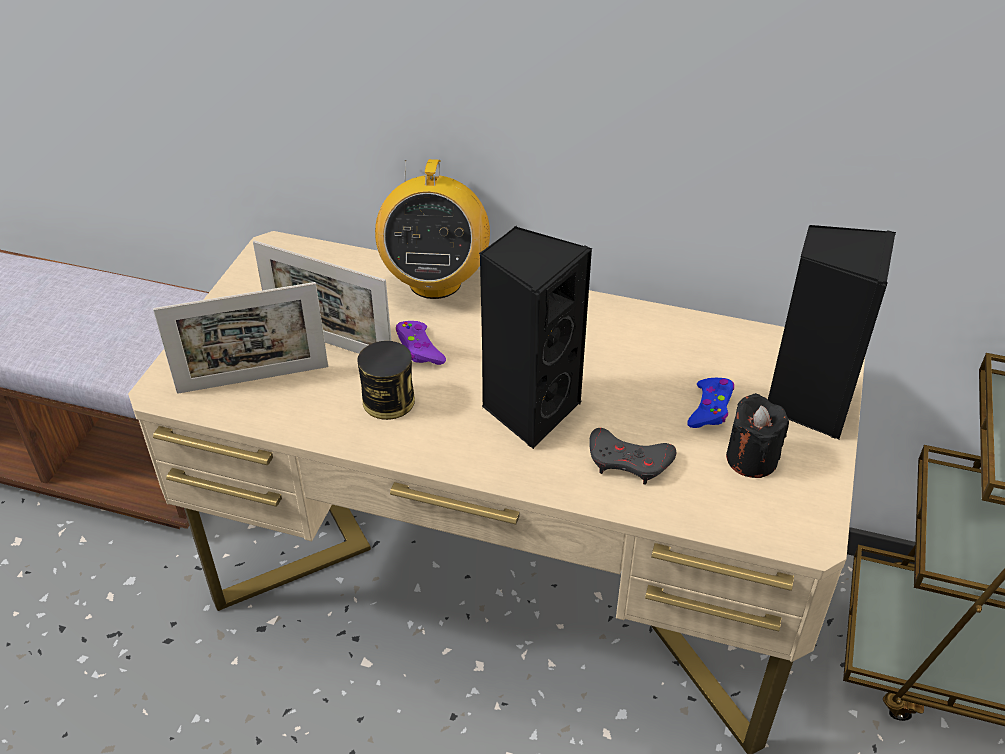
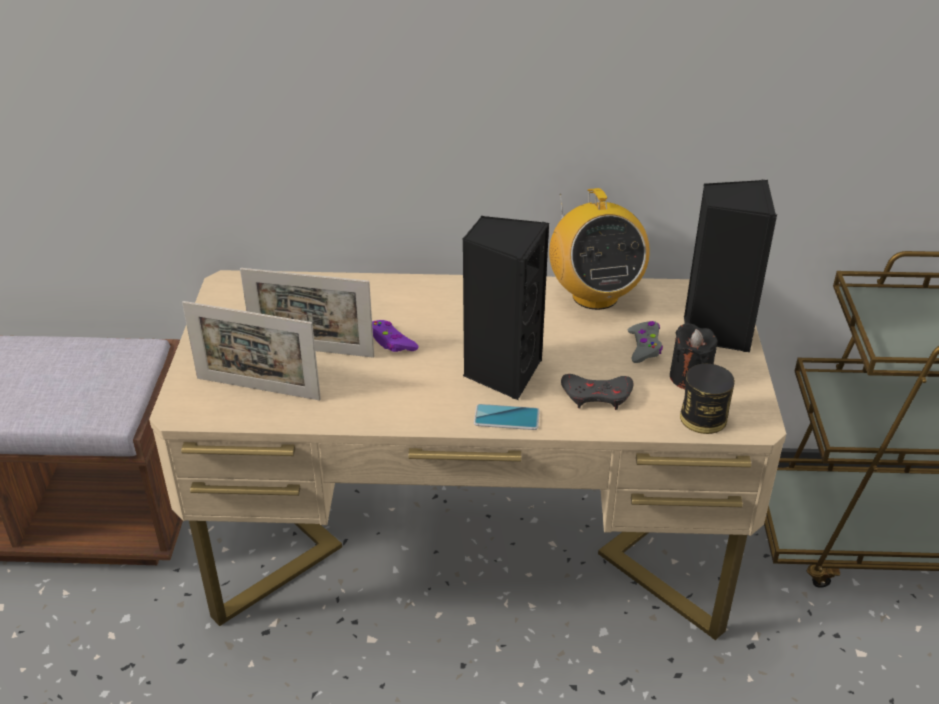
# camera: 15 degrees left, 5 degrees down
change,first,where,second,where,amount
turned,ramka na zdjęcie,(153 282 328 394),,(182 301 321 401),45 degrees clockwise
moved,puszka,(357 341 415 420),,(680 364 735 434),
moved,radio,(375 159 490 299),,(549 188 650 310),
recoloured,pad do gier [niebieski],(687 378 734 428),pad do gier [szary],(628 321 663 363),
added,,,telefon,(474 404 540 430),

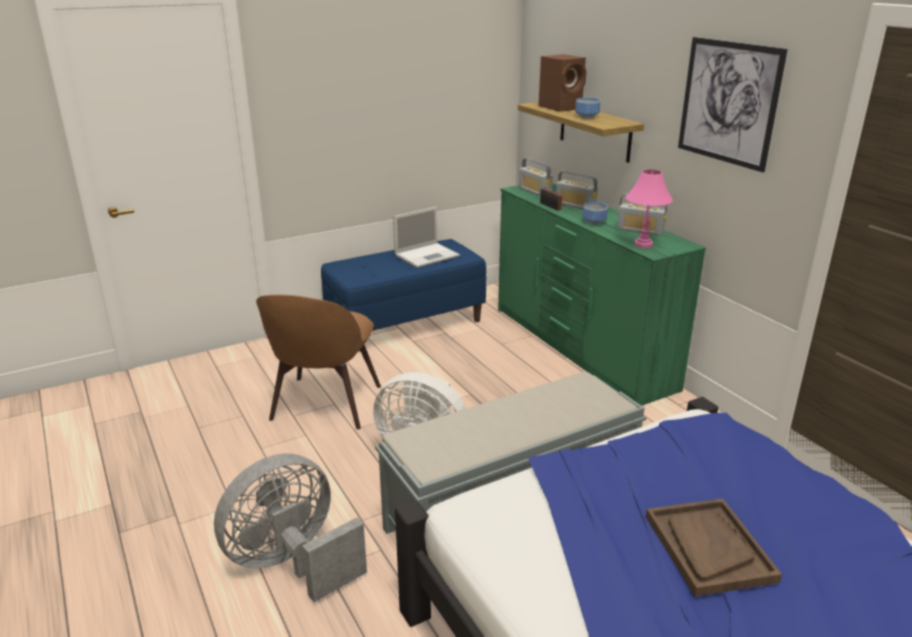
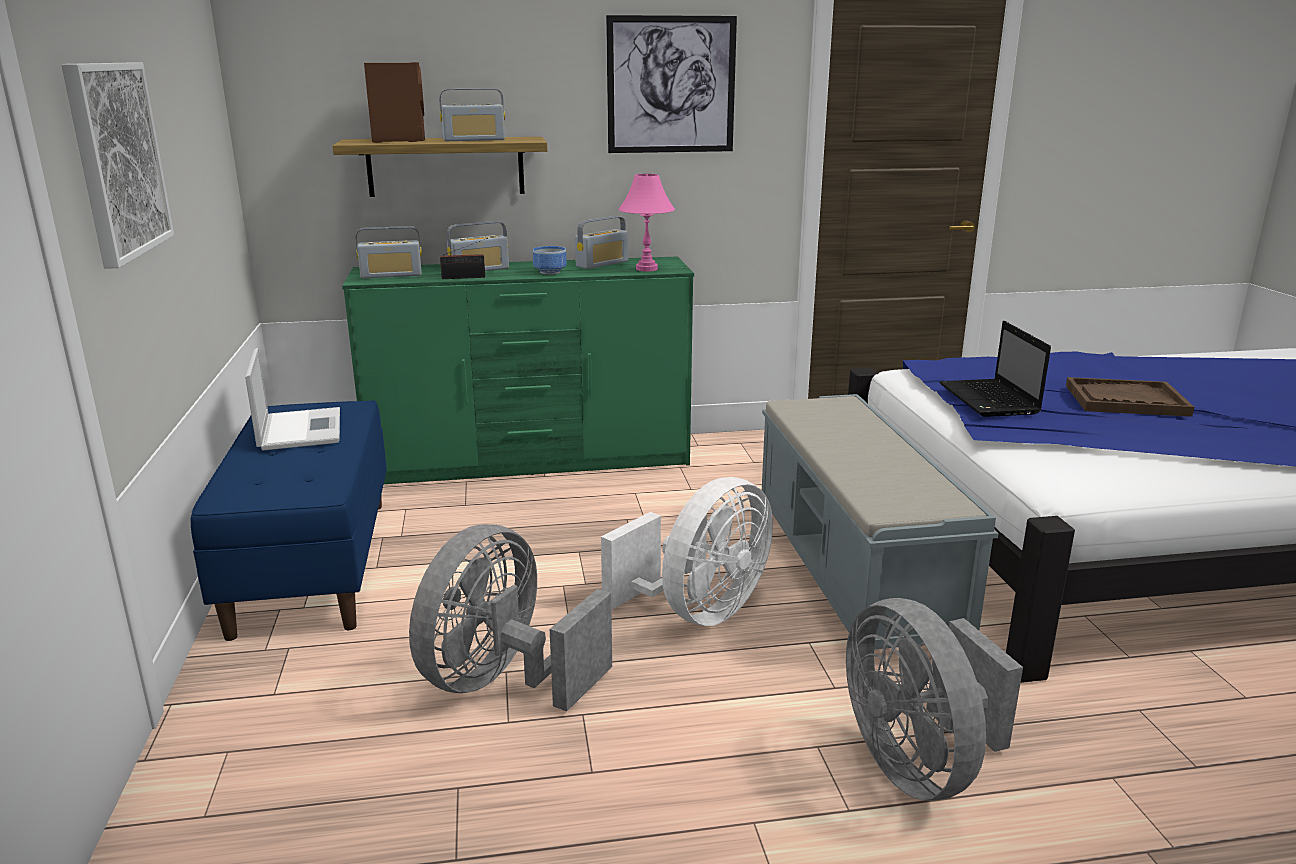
# camera: 70 degrees left, 5 degrees down
change,first,where,second,where,amount
replaced,krzesło [brązowy],(256 295 381 429),wentylator [szary],(409 524 612 711),
replaced,miska,(575 98 600 119),radio,(439 89 505 141),
added,,,obraz,(62 63 174 269),
added,,,laptop,(939 321 1051 417),

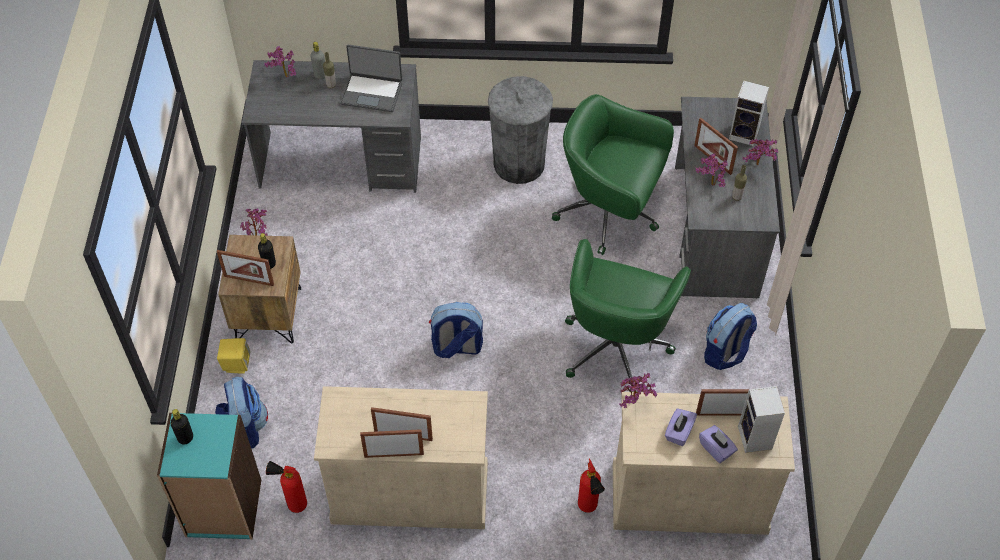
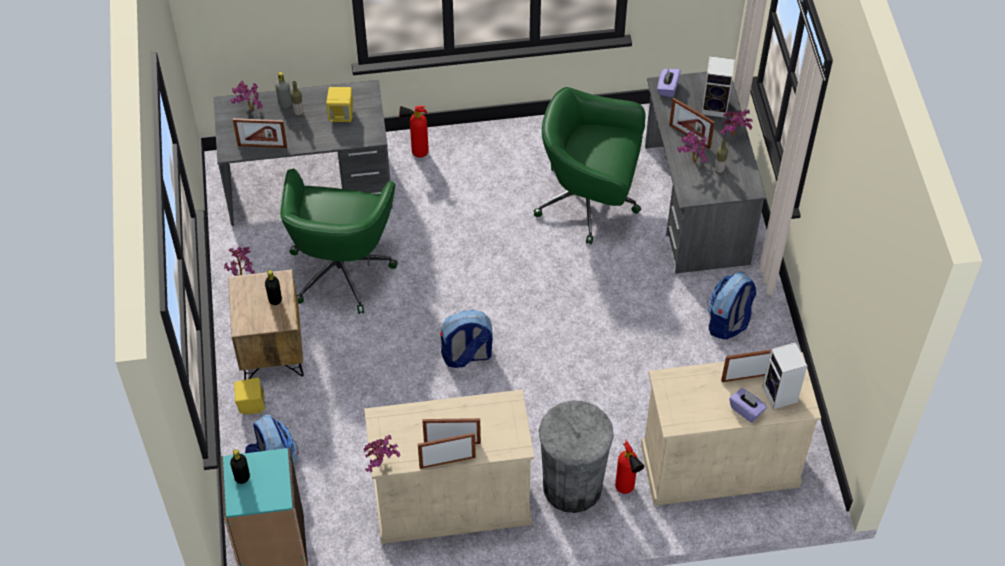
# camera: 10 degrees left, 0 degrees up
change,first,where,second,where,amount
moved,ramka na zdjęcie,(217 250 274 286),,(233 118 287 148),
moved,gaśnica,(266 461 307 513),,(399 106 429 158),
replaced,laptop,(340 45 402 112),głośnik [żółty],(326 87 353 122),
moved,kosz na śmieci [szary],(488 76 553 184),,(539 400 614 513),
moved,krzesło biurowe [zielony],(565 239 691 392),,(280 169 398 314),
moved,roślina doniczkowa,(619 372 657 408),,(364 434 400 472),
moved,pudełko chusteczek [fioletowy],(665 408 697 446),,(657 68 681 97),

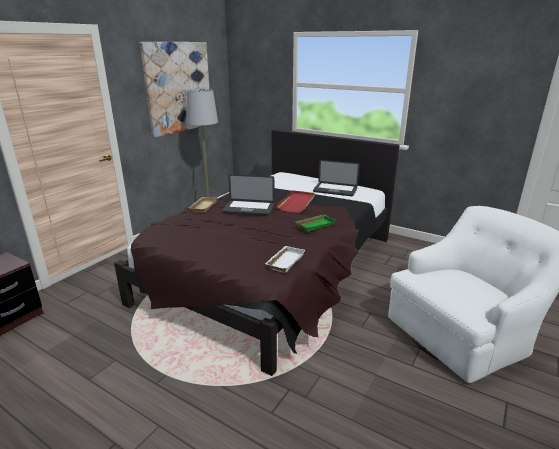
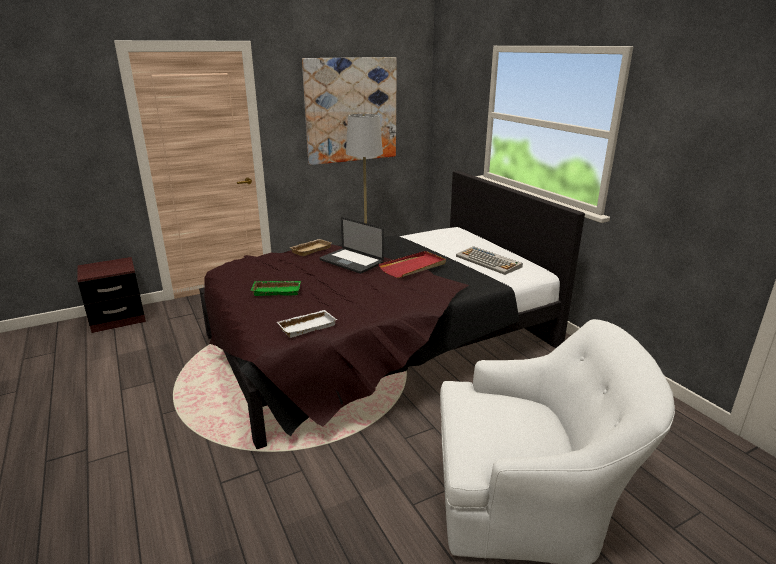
# camera: 30 degrees right, 0 degrees up
change,first,where,second,where,amount
moved,taca [zielony],(296 214 335 232),,(251 281 301 296),
replaced,laptop,(313 160 360 196),klawiatura,(456 246 523 275),

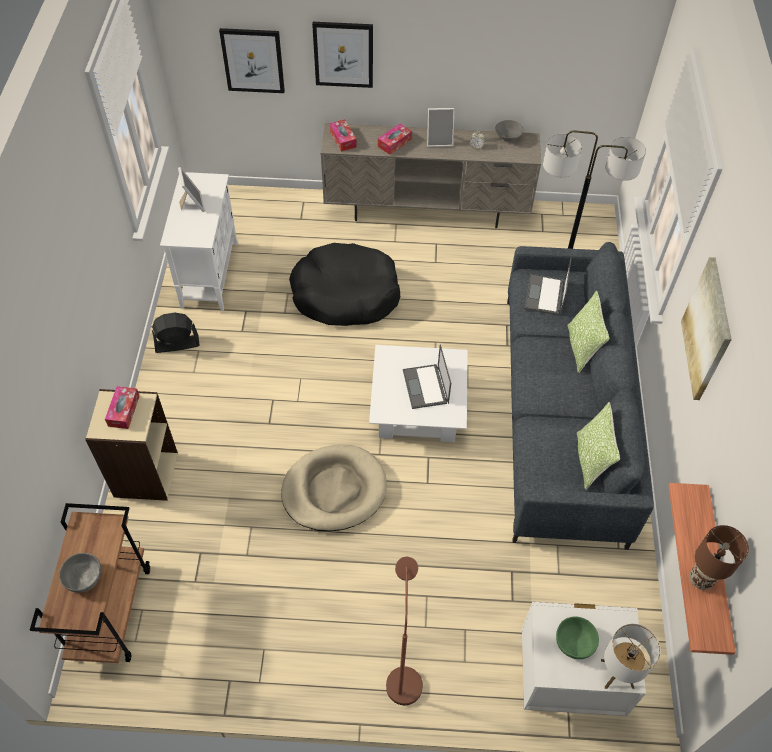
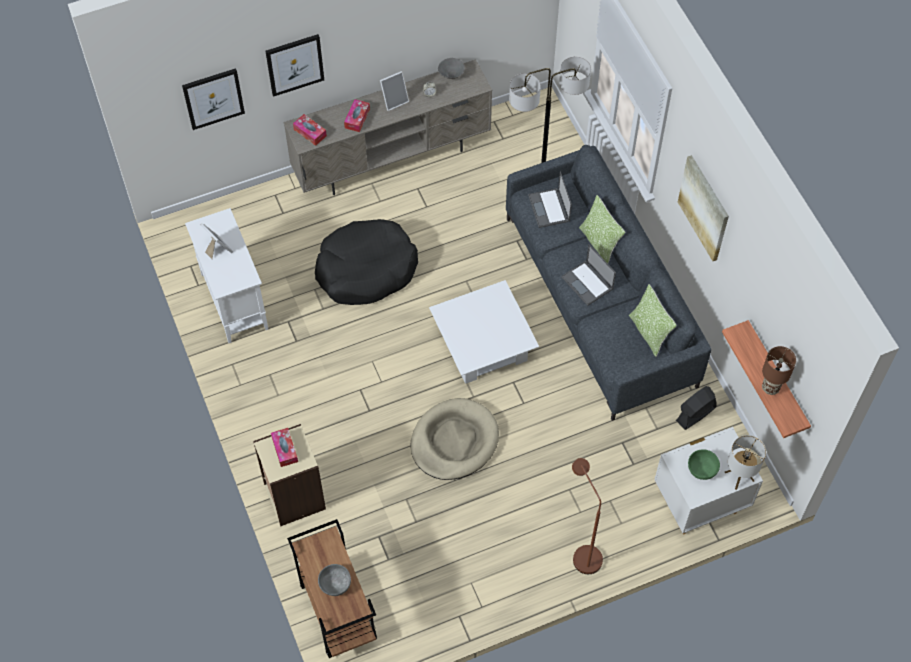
# camera: 25 degrees left, 5 degrees up
change,first,where,second,where,amount
moved,wentylator [czarny],(152 313 200 353),,(676 386 717 430),
moved,laptop,(403 344 451 409),,(561 244 616 306),

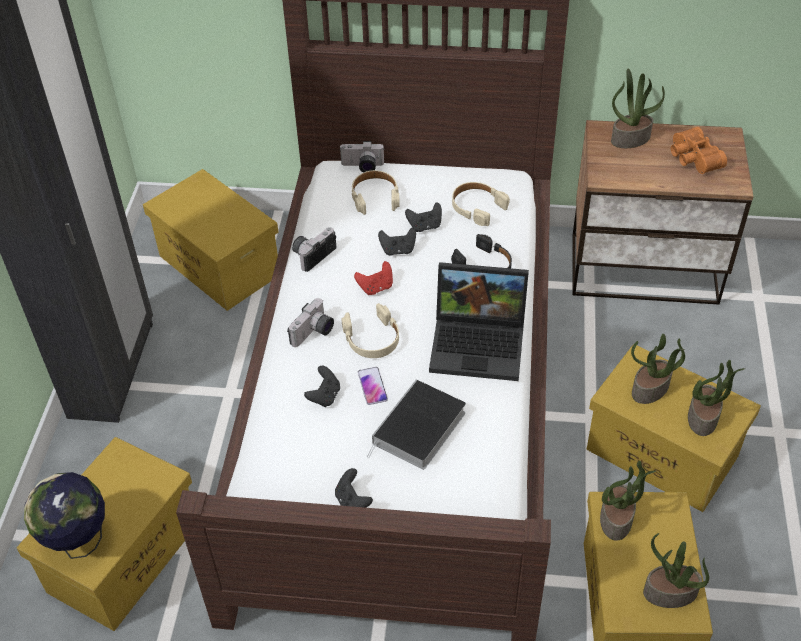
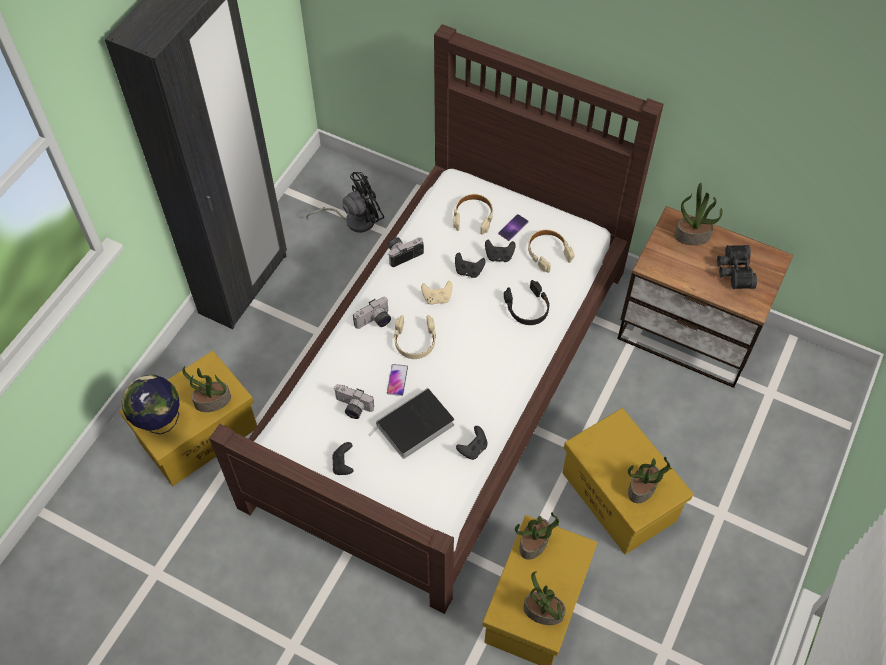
# camera: 20 degrees right, 10 degrees up
change,first,where,second,where,amount
replaced,pojemnik do przechowywania [żółty],(143 169 278 311),wentylator [czarny],(306 172 384 233),
moved,pad do gier [czarny],(304 366 340 407),,(456 426 488 460),
moved,aparat fotograficzny,(339 141 384 172),,(334 384 374 419),
recoloured,pad do gier [czerwony],(354 261 393 295),pad do gier [beżowy],(421 281 452 305),
removed,laptop,(429 262 529 381),,,
moved,roślina doniczkowa,(631 334 685 404),,(182 366 231 412),
recoloured,lornetka [pomarańczowy],(671 127 727 174),lornetka [czarny],(717 245 757 289),
added,,,telefon,(498 214 529 241),

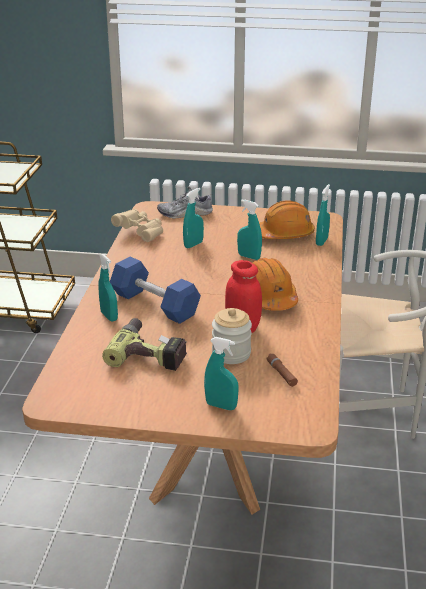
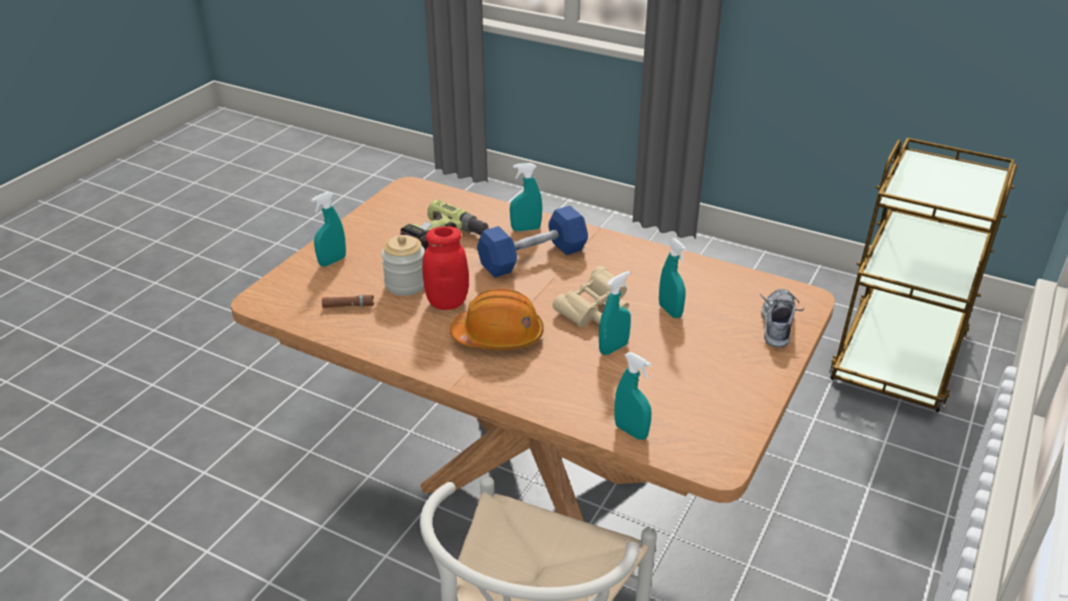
# camera: 110 degrees right, 5 degrees up
change,first,where,second,where,amount
moved,lornetka [beżowy],(111 209 163 242),,(552 266 629 327),
removed,kask [pomarańczowy],(259 200 315 239),,,

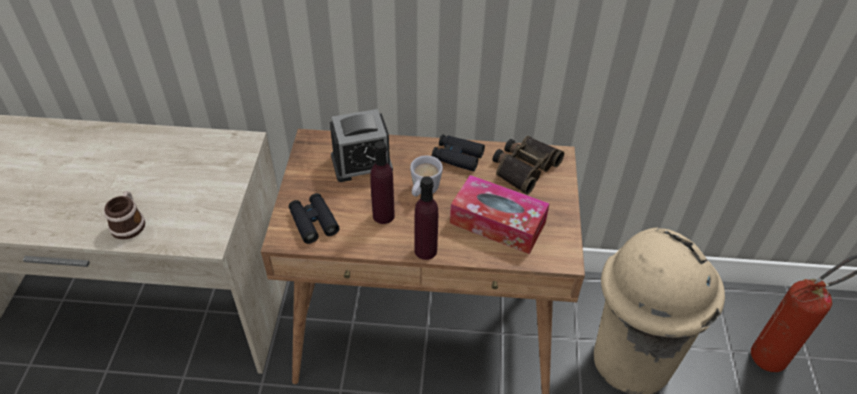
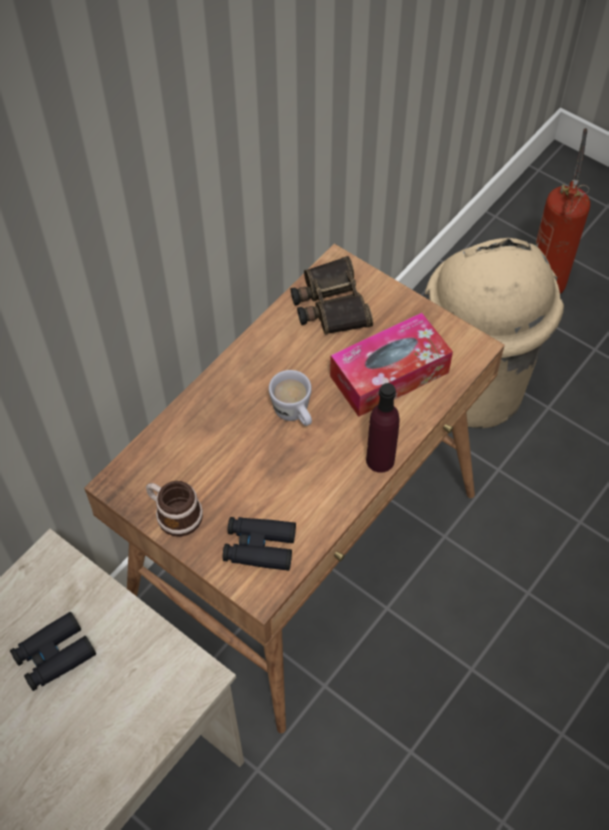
# camera: 55 degrees left, 10 degrees up
change,first,where,second,where,amount
moved,kubek,(104 191 145 240),,(146 481 203 537),
removed,budzik,(330 109 393 182),,,
removed,butelka [fioletowy],(370 141 395 224),,,
moved,lornetka [czarny],(432 134 485 171),,(10 612 96 691),

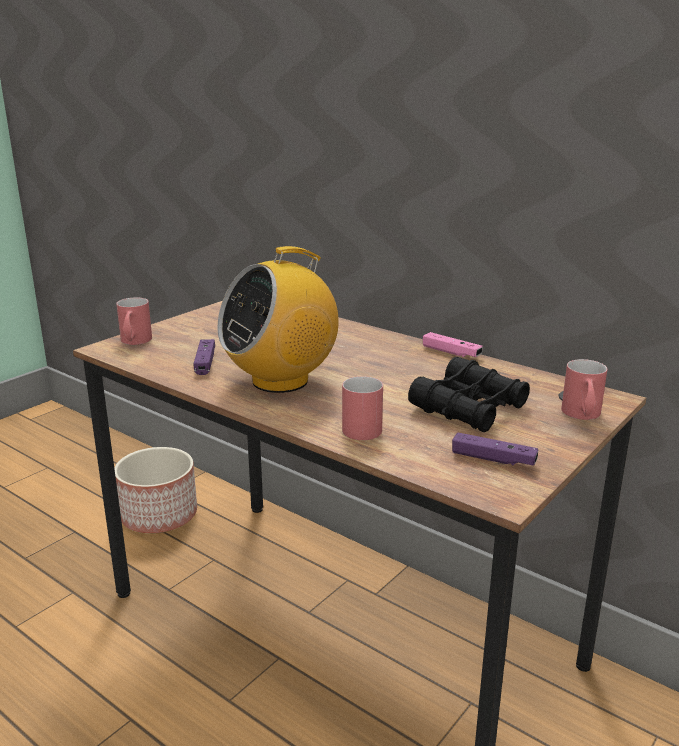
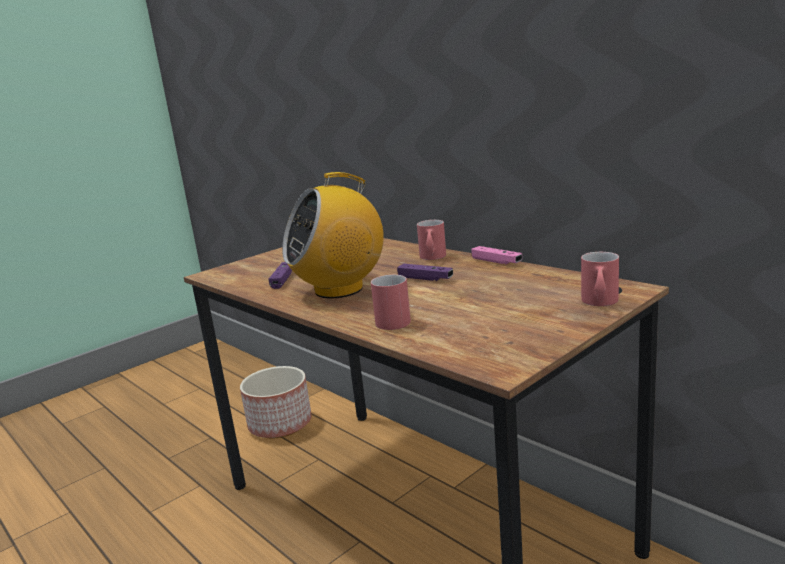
# camera: 10 degrees right, 5 degrees down
change,first,where,second,where,amount
moved,kubek [czerwony],(116 297 152 345),,(417 220 446 260),
removed,lornetka [czarny],(408 357 530 432),,,
moved,pad do gier [fioletowy],(452 433 538 466),,(397 264 453 281),

